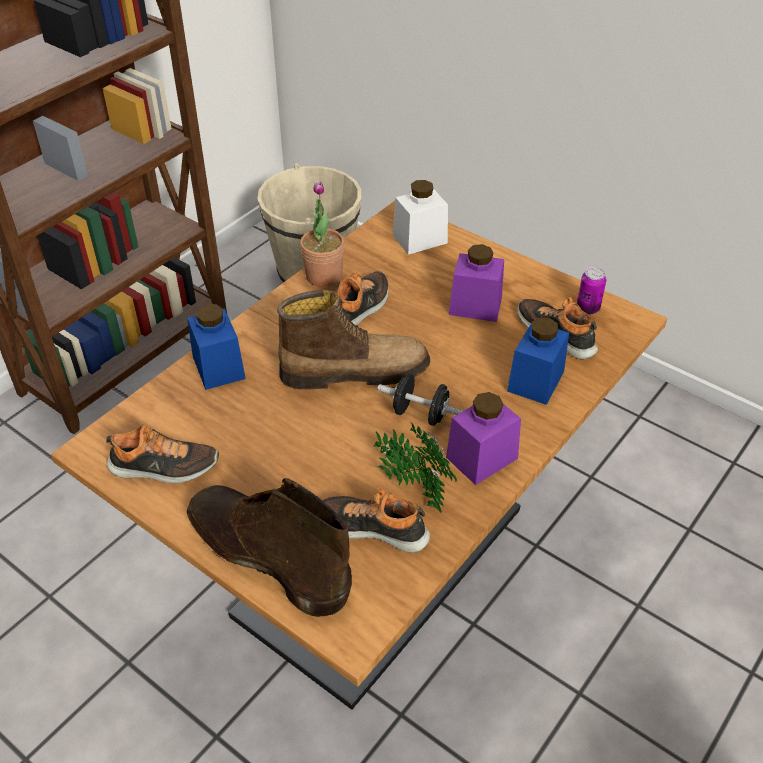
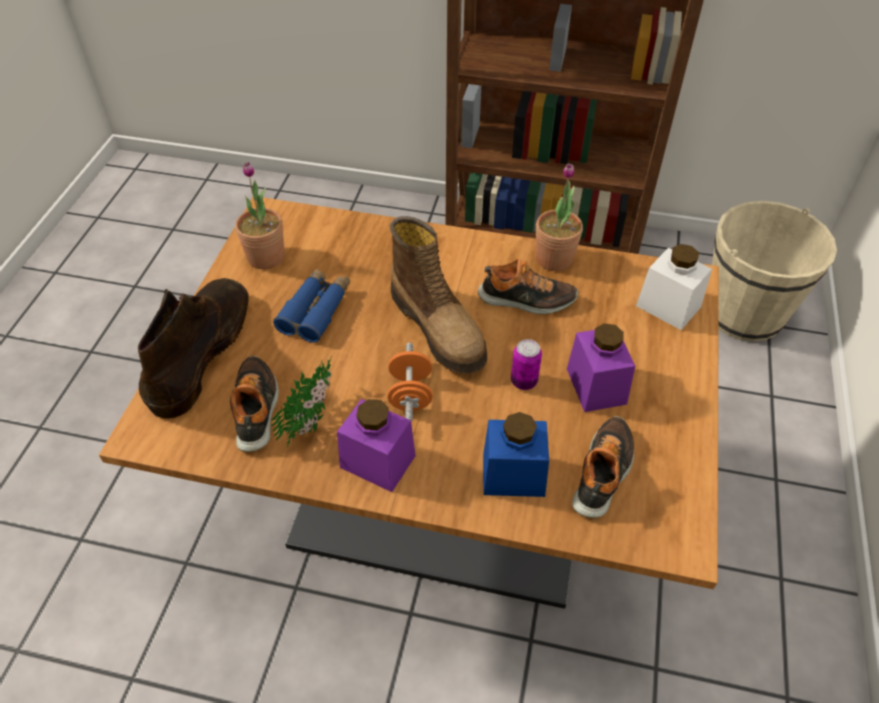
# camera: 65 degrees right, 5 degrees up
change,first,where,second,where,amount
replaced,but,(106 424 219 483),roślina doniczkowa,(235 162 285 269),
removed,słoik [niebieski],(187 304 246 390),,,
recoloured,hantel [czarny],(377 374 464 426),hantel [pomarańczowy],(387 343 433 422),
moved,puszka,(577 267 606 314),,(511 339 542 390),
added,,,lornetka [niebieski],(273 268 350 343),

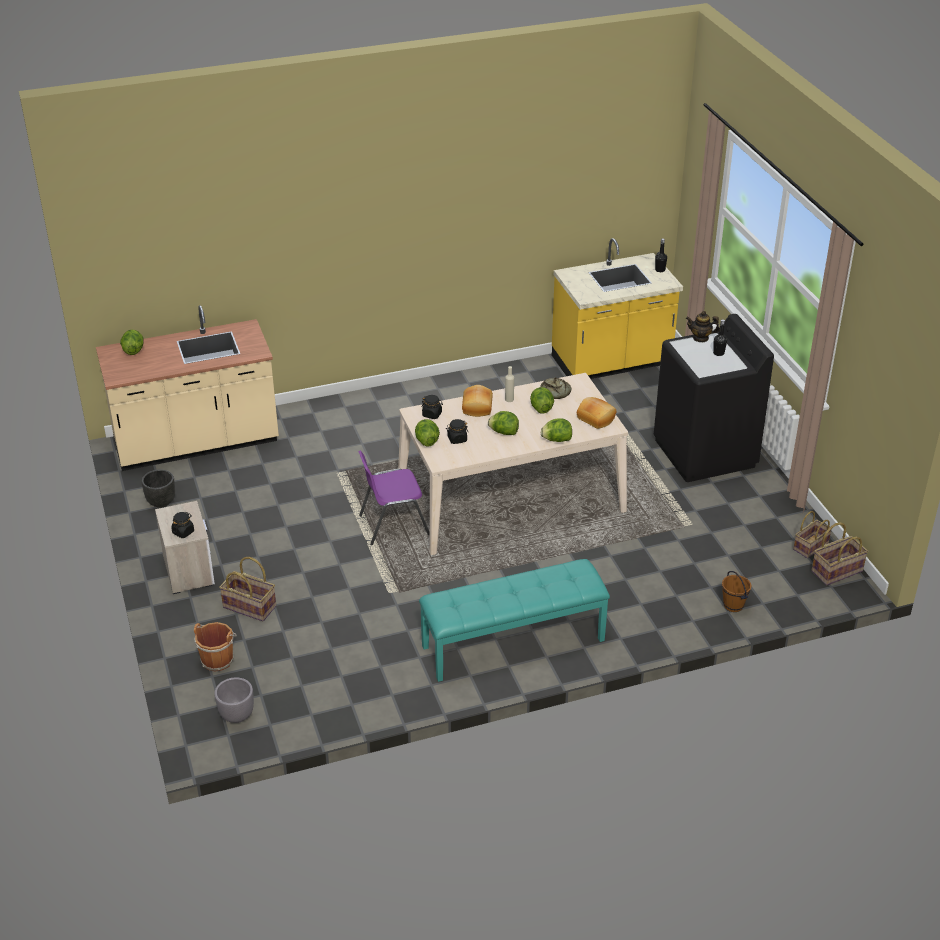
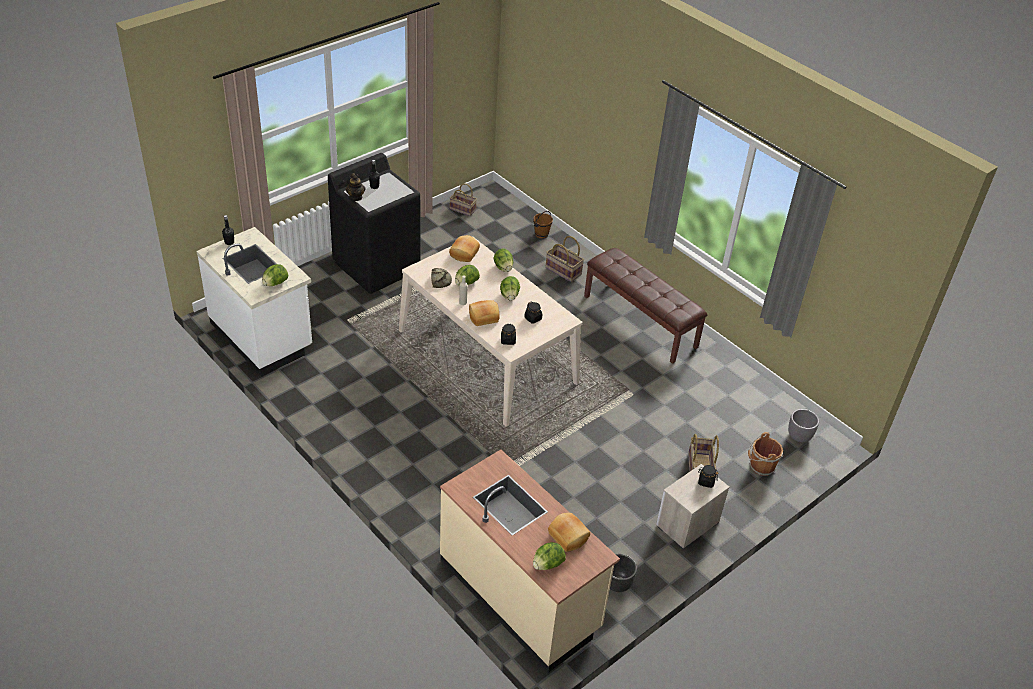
# camera: 115 degrees left, 5 degrees up
change,first,where,second,where,amount
removed,krzesło [fioletowy],(358 451 430 545),,,
moved,sałata,(415 419 440 446),,(262 264 288 286),
recoloured,ławka [turkusowy],(419 559 610 682),ławka [brązowy],(584 248 707 364),
recoloured,zabudowa kuchenna [żółty],(552 238 683 379),zabudowa kuchenna [biały],(196 227 312 377),
moved,koszyk,(811 522 868 585),,(546 236 584 282),
added,,,chleb,(548 513 590 552),

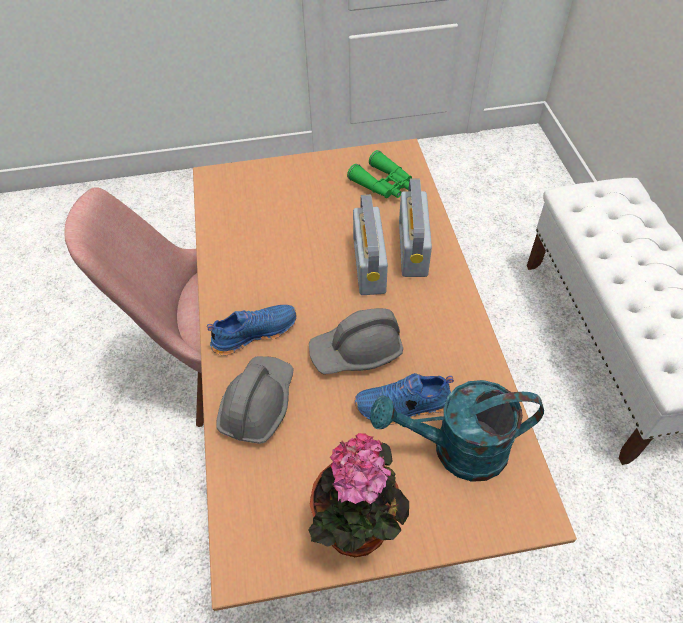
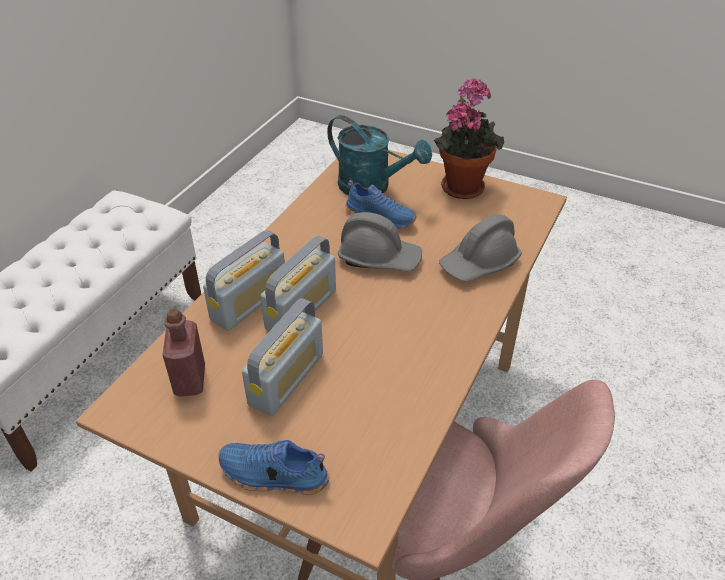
# camera: 145 degrees left, 10 degrees down
change,first,where,second,where,amount
moved,but [niebieski],(207 305 296 355),,(218 440 330 495),
replaced,lornetka [zielony],(347 150 412 198),butelka [czerwony],(162 309 205 396),
added,,,radio,(242 298 323 416),

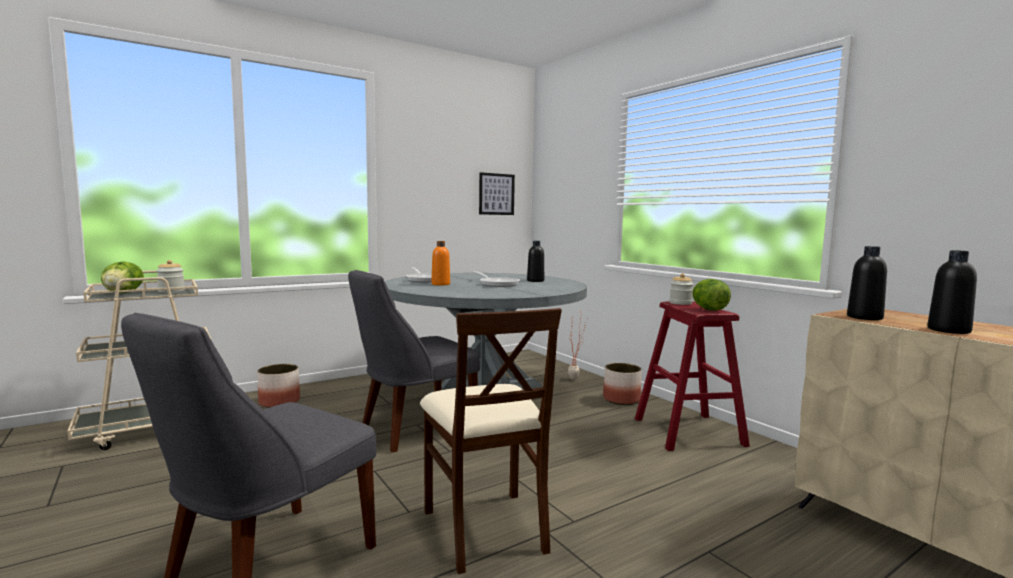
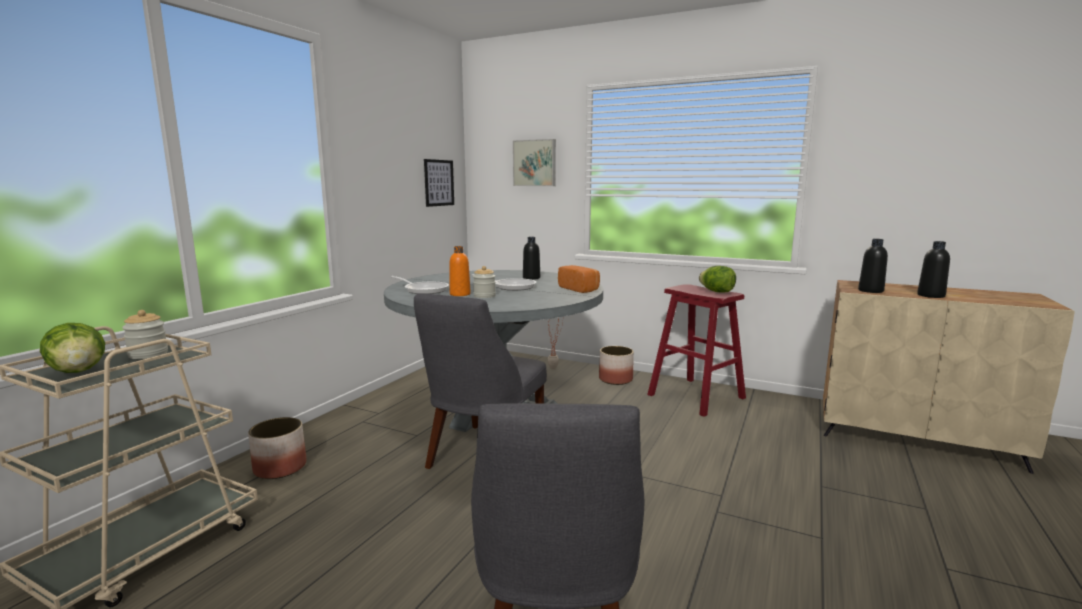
# camera: 30 degrees left, 5 degrees up
change,first,where,second,where,amount
removed,krzesło [beżowy],(420 308 562 574),,,
moved,słoik,(670 274 694 305),,(473 266 496 298),
added,,,obraz,(513 139 556 186),
added,,,chleb,(558 265 600 293),

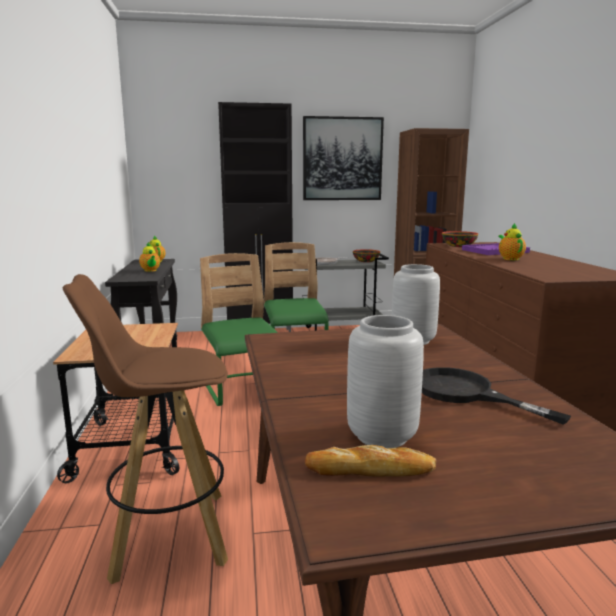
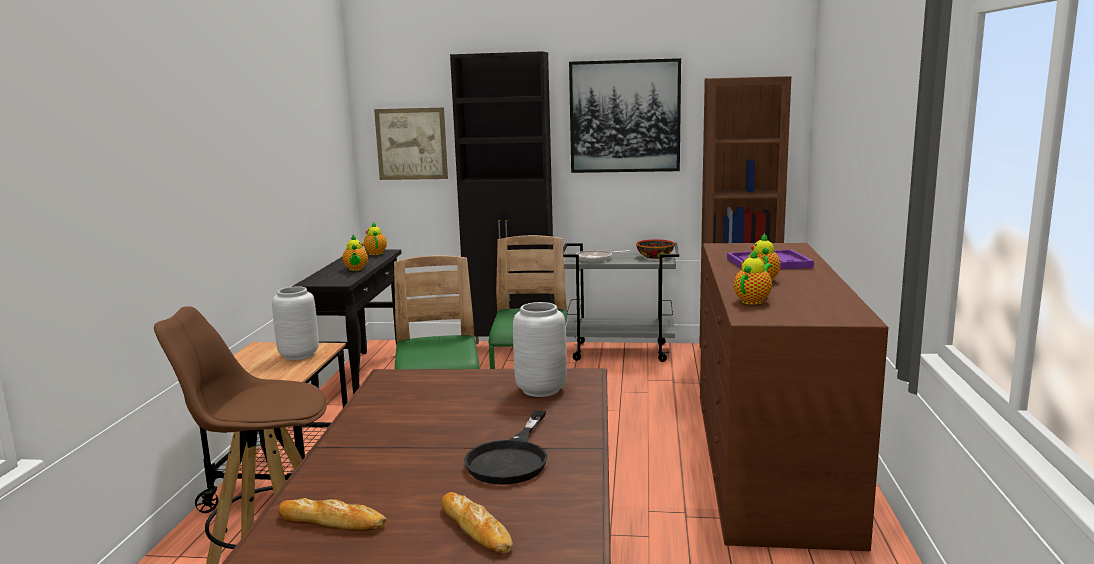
# camera: 15 degrees right, 0 degrees up
change,first,where,second,where,amount
moved,wazon [szary],(347 315 424 448),,(272 286 319 360),
turned,patelnia [czarny],(422 367 571 424),,(464 410 548 485),135 degrees counterclockwise
removed,miska,(442 231 478 247),,,
added,,,obraz,(374 107 448 180),
added,,,chleb,(441 492 513 553),
added,,,imbryk,(734 250 772 305),

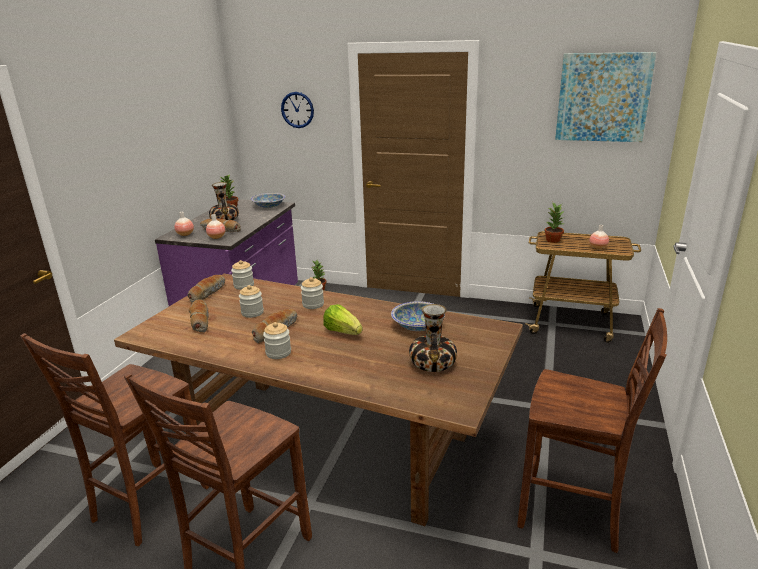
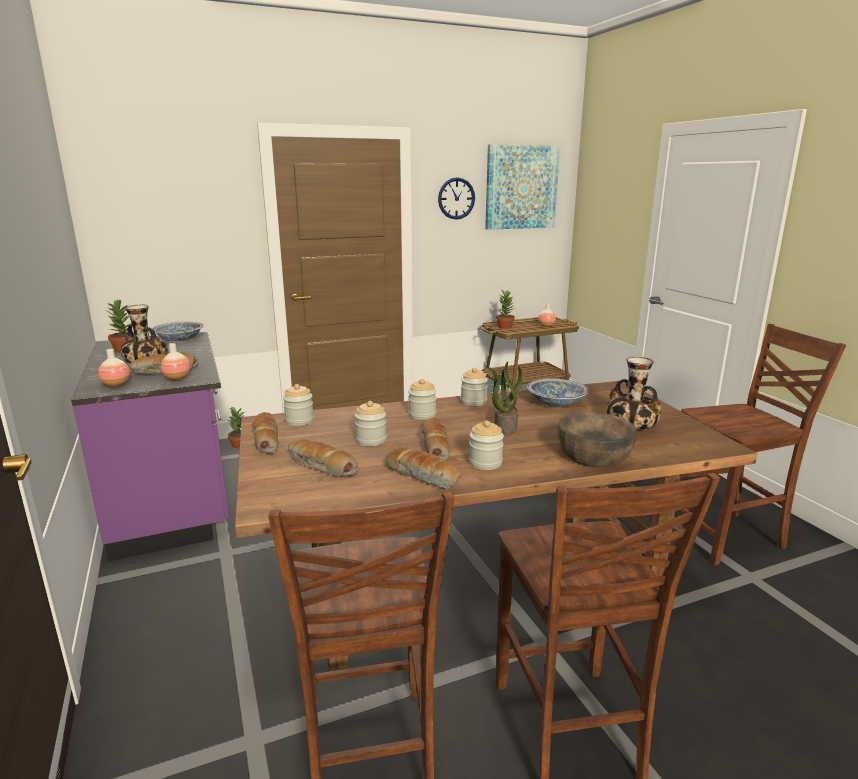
# camera: 40 degrees left, 5 degrees down
change,first,where,second,where,amount
moved,zegar ścienny,(281 92 314 128),,(438 177 475 220),
replaced,sałata,(323 304 363 335),roślina doniczkowa,(489 362 522 434),
added,,,chleb,(385 447 462 489),
added,,,słoik,(461 368 488 406),
added,,,miska [brązowy],(557 412 637 468),

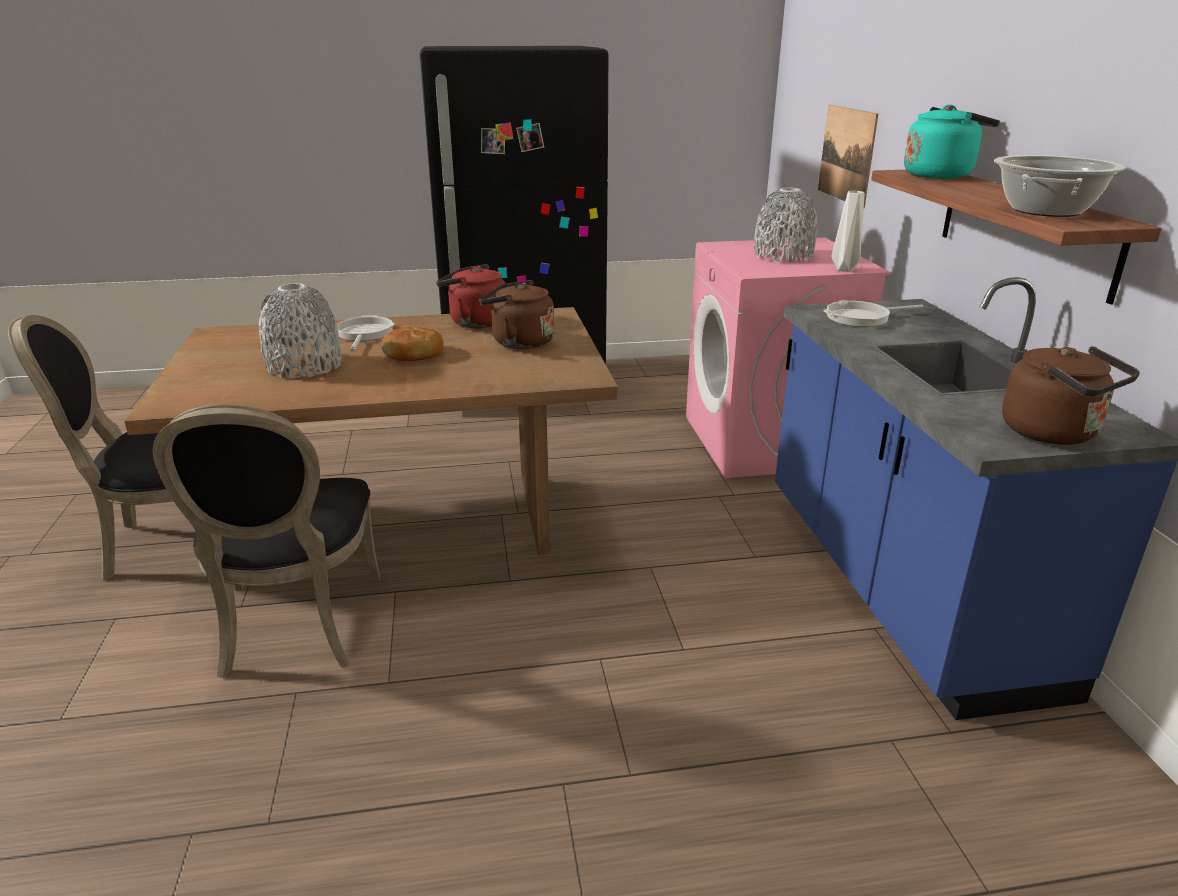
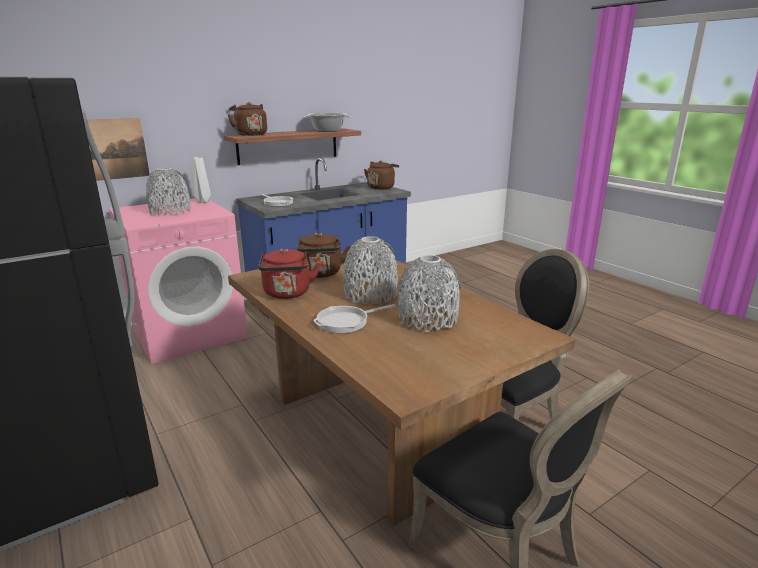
# camera: 115 degrees left, 5 degrees down
change,first,where,second,where,amount
replaced,chleb,(381 327 444 361),wazon [szary],(343 236 398 304),
recoloured,czajnik [turkusowy],(904 105 1000 179),czajnik [brązowy],(228 102 267 136),

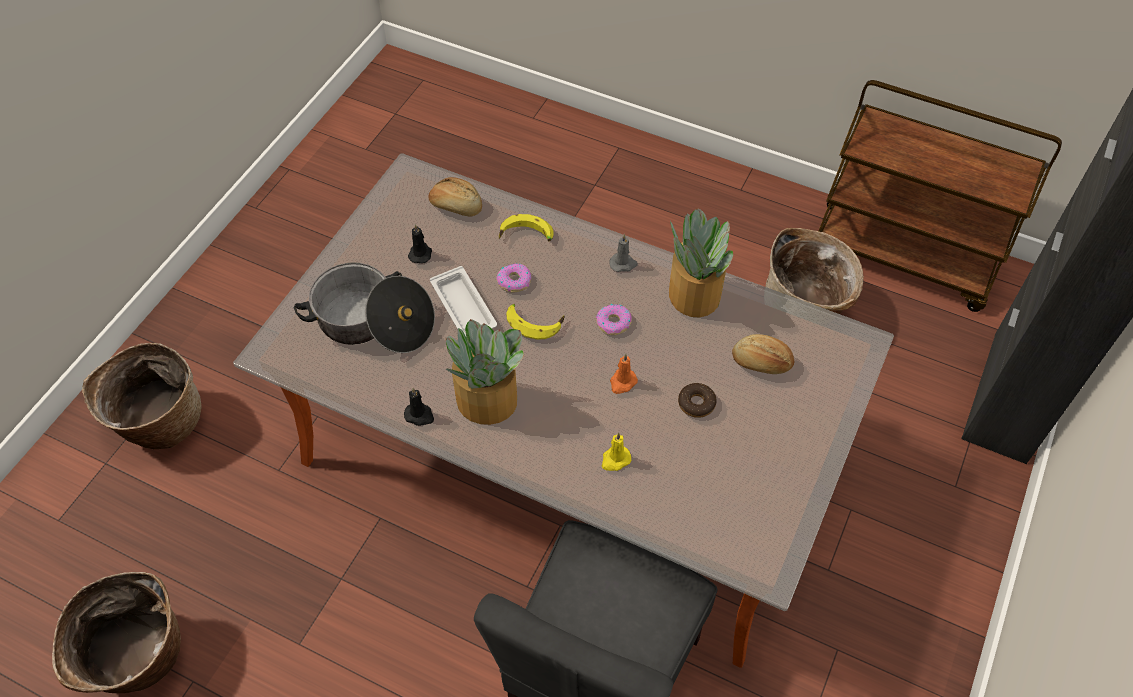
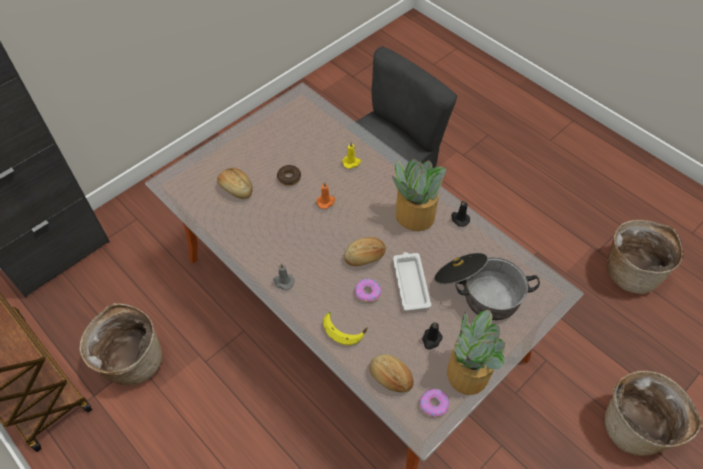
# camera: 160 degrees left, 0 degrees up
change,first,where,second,where,amount
replaced,banan,(506 304 565 340),chleb,(344 237 386 266),
moved,donut,(596 304 632 335),,(419 389 449 417),
moved,roślina doniczkowa,(669 208 733 318),,(447 309 505 395),

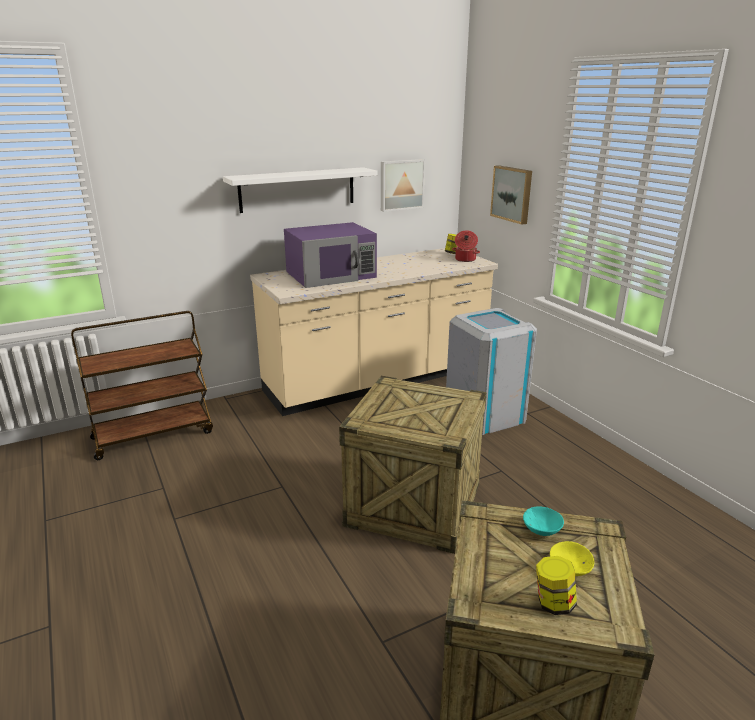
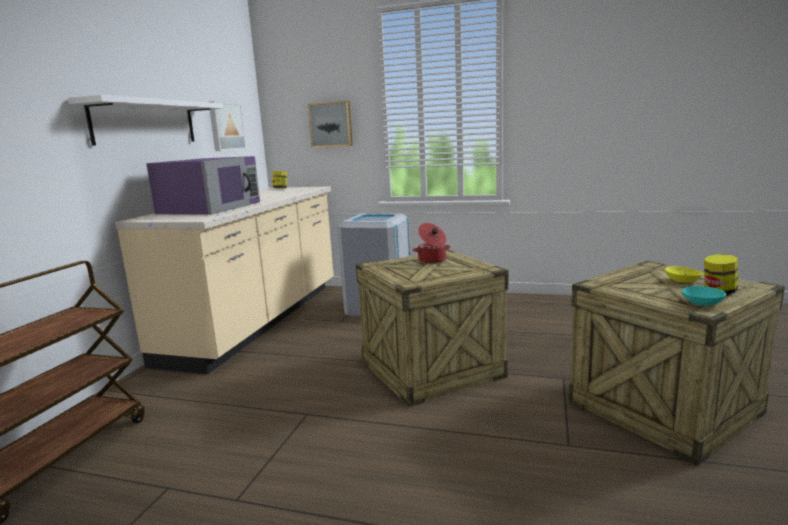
# camera: 45 degrees left, 10 degrees down
change,first,where,second,where,amount
moved,garnek,(452 230 480 262),,(413 223 451 264),
moved,miska [turkusowy],(523 506 564 536),,(681 286 726 306),

